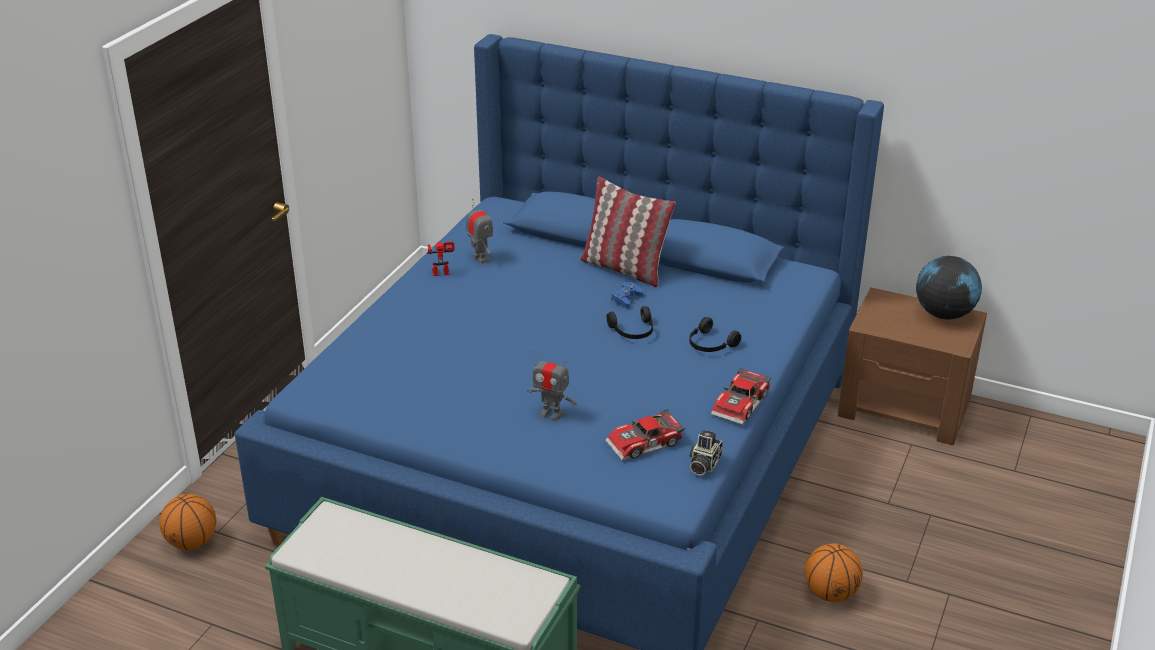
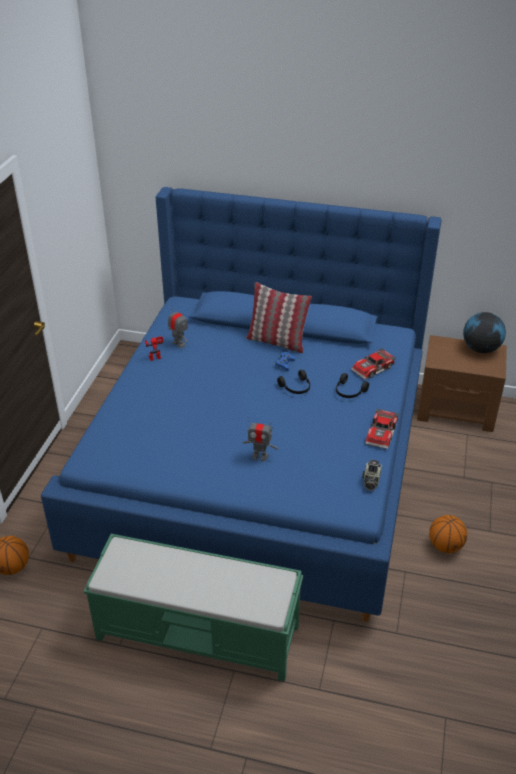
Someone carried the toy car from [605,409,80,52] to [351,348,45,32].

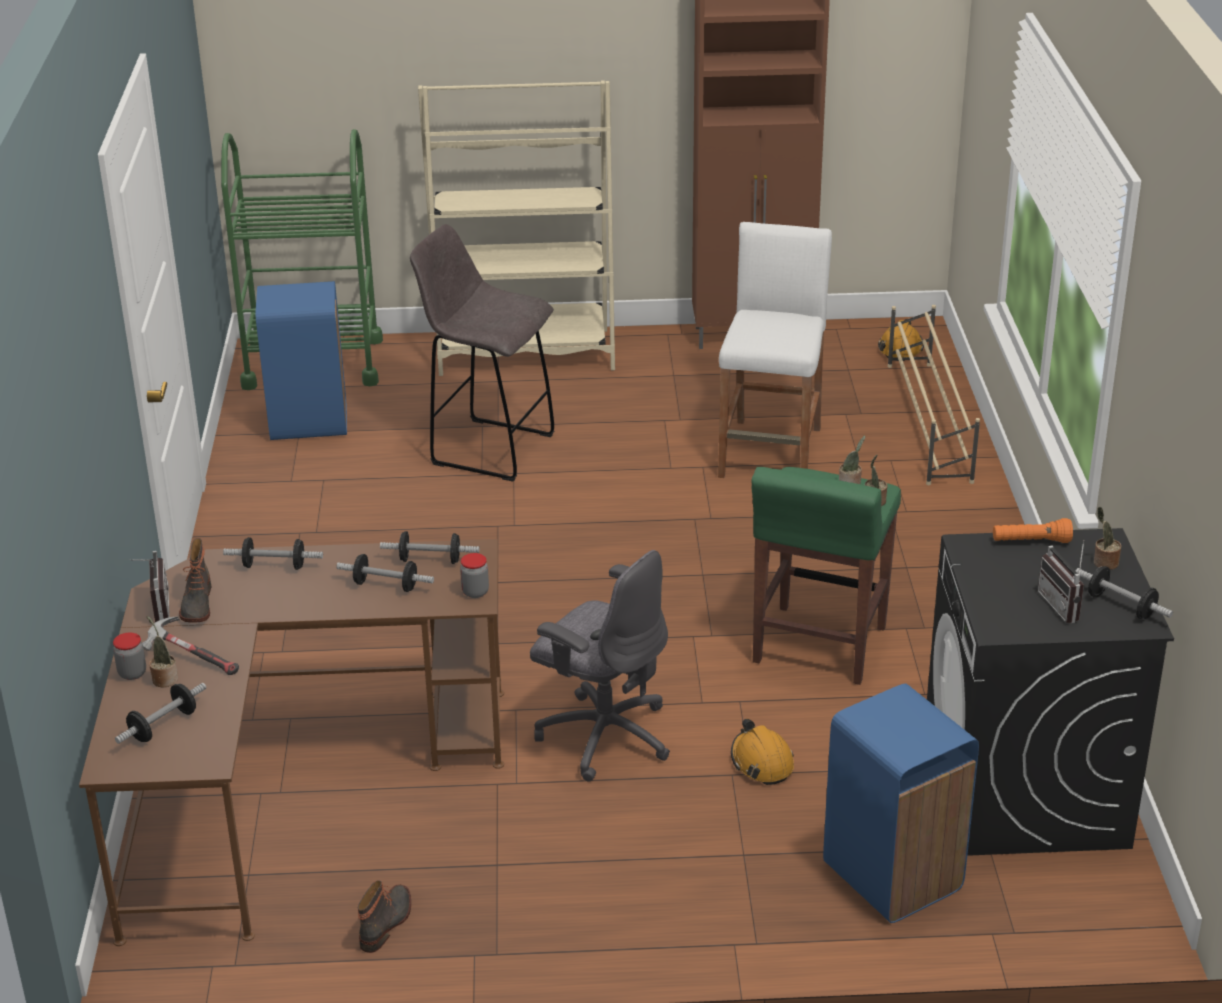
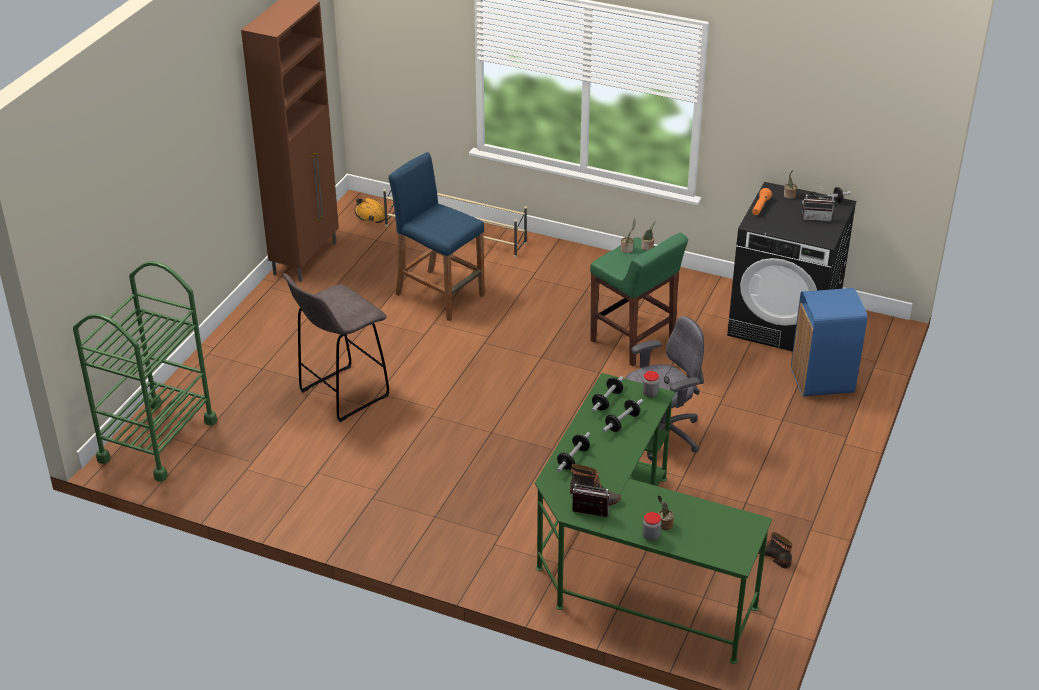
Someone repainted the desk in brown at [79,539,425,407], which became the desk in green at [535,373,237,291]. Someone took away the dumbbell at [115,683,91,61]. Someone took away the hammer at [142,616,97,59]. Someone took away the trash can in blue at [256,281,91,159]. Someone took away the bookcase in beige at [418,80,197,296]. Someone repainted the stool in white at [718,222,114,256], which became the stool in blue at [388,152,97,169]. Someone took away the hard hat in orange at [731,719,63,66].

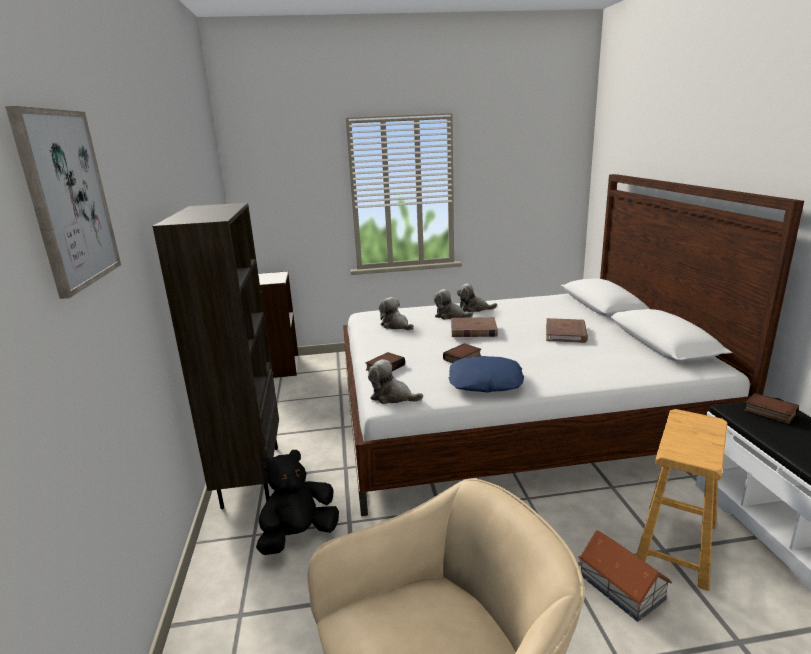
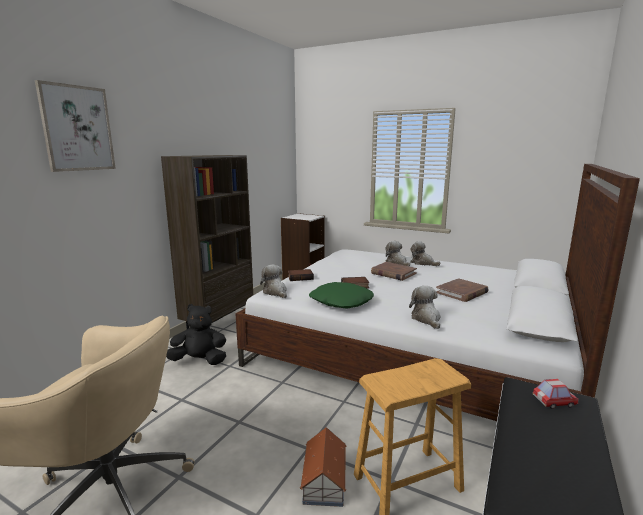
Someone carried the plush toy from [379,297,35,33] to [409,286,32,43]. Someone repainted the pillow in blue at [449,356,75,37], which became the pillow in green at [309,282,65,27]. Someone swapped the book at [744,393,55,32] for the toy car at [532,379,47,30].

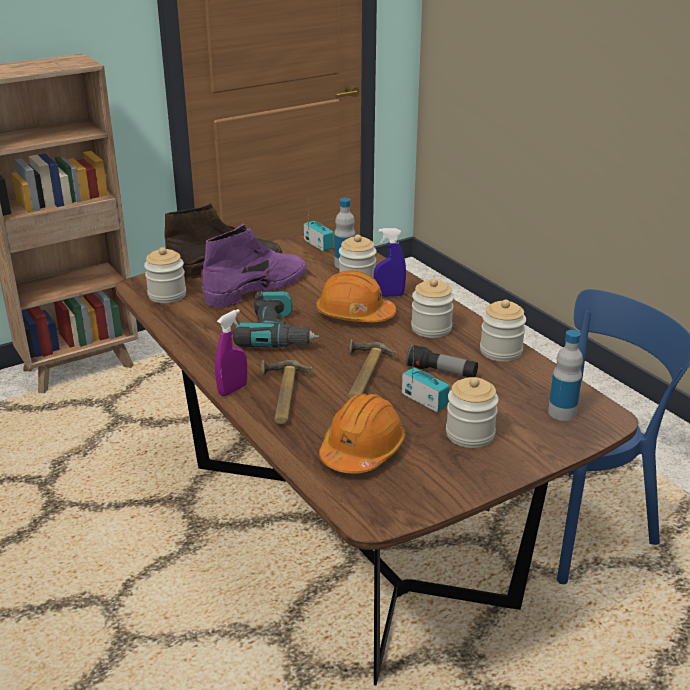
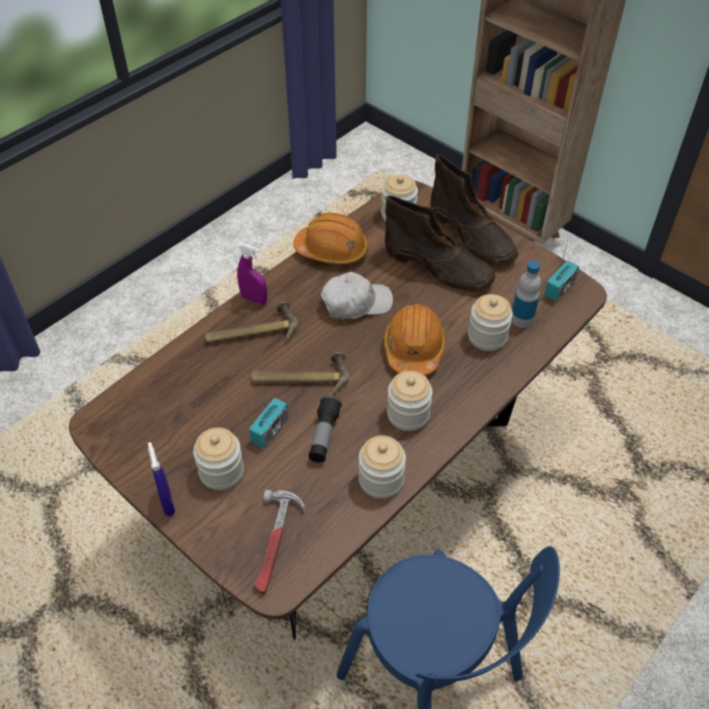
Someone repainted the boot in purple at [202,223,105,85], which became the boot in brown at [385,196,110,96]. Someone swapped the power drill at [233,291,86,57] for the cap in white at [320,272,73,47]. Someone carried the hard hat in orange from [319,393,87,81] to [293,213,75,52]. Someone carried the spray bottle in blue from [374,228,32,69] to [148,442,27,74]. Someone swapped the bottle at [548,330,35,91] for the hammer at [254,490,51,105].

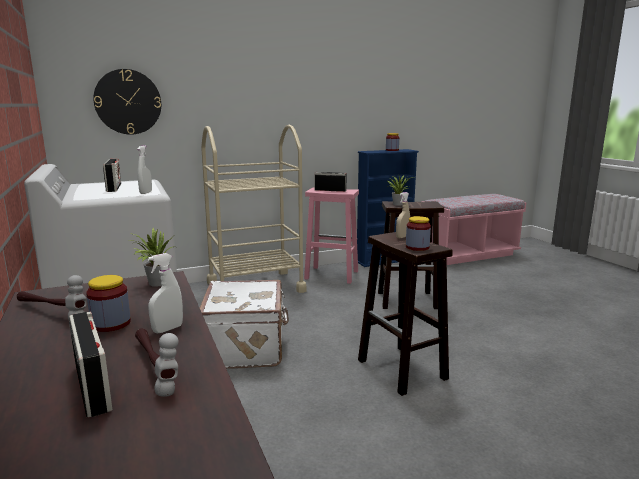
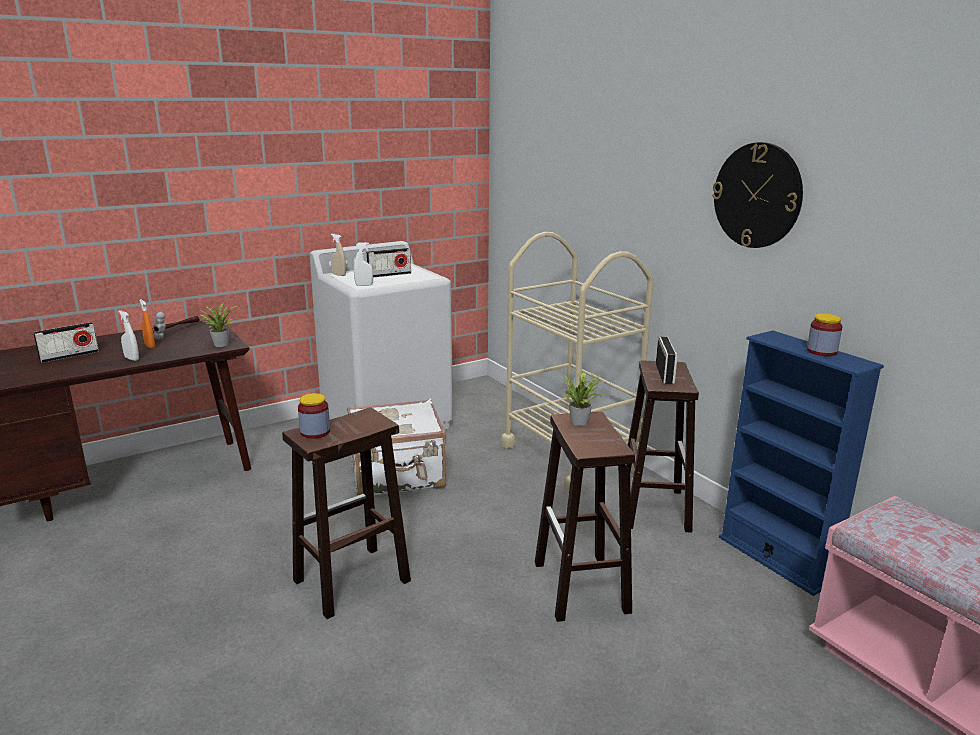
Someone swapped the jar at [86,275,45,57] for the spray bottle in orange at [139,299,16,49]. Someone carried the wall clock from [93,69,68,66] to [712,142,91,106]. Someone took away the hammer at [135,328,44,69]. Someone repainted the stool in pink at [304,188,55,96], which became the stool in brown at [628,361,71,172]. Someone carried the spray bottle in beige from [396,192,14,46] to [331,234,15,42].

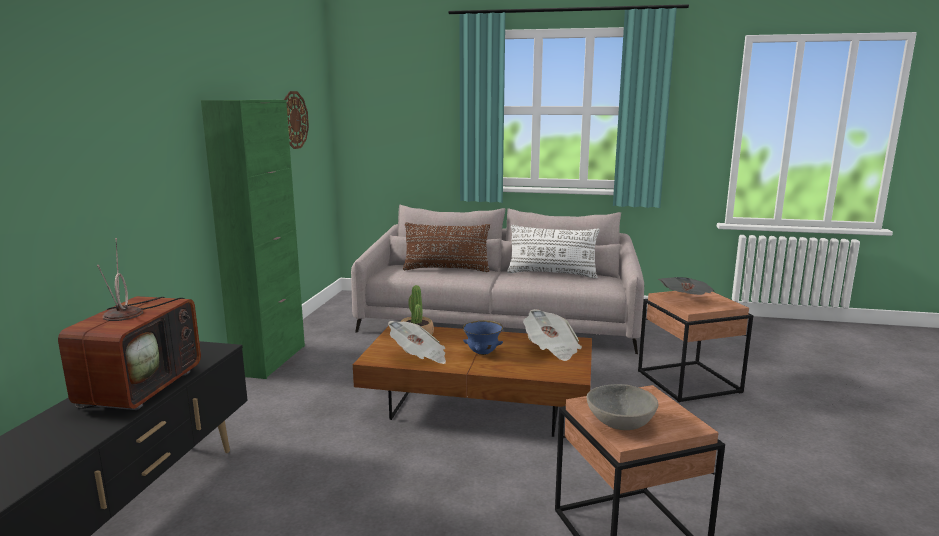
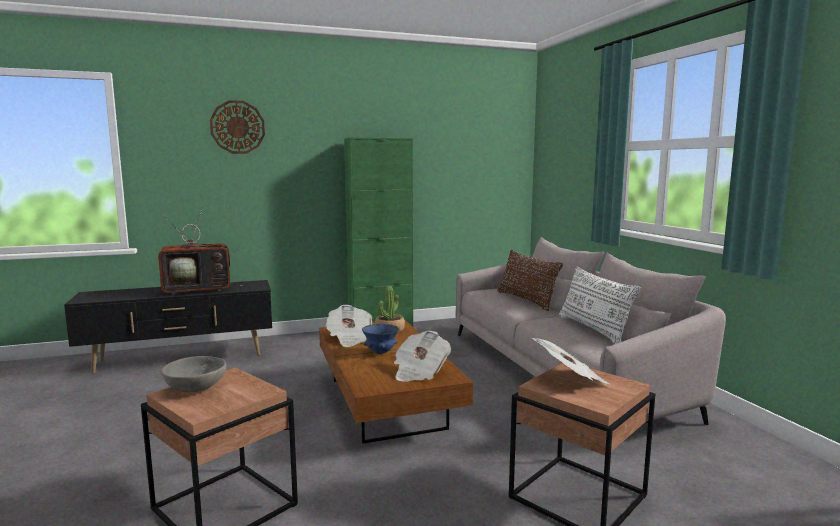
Someone carried the wall clock from [284,91,25,58] to [210,100,55,54].

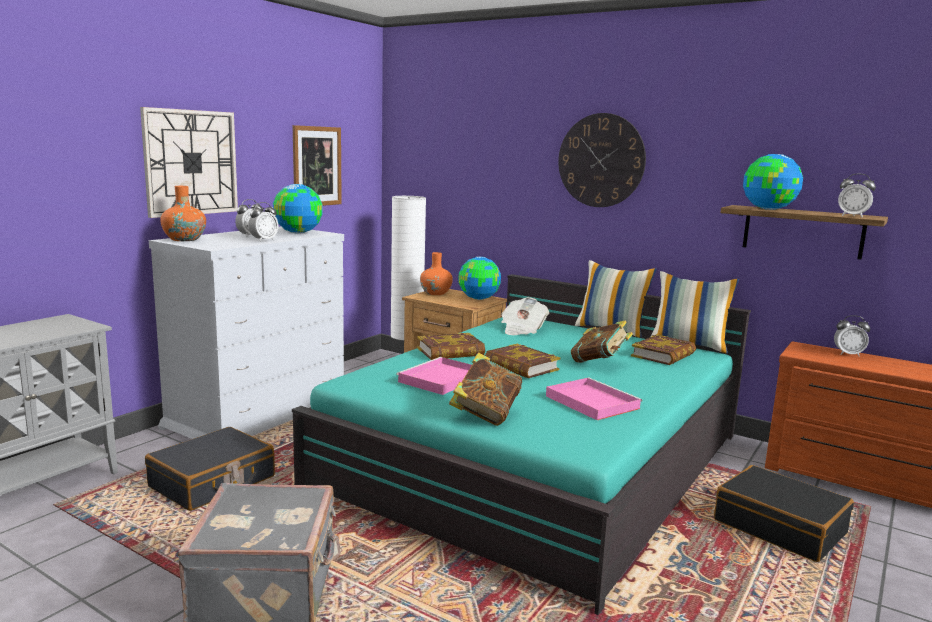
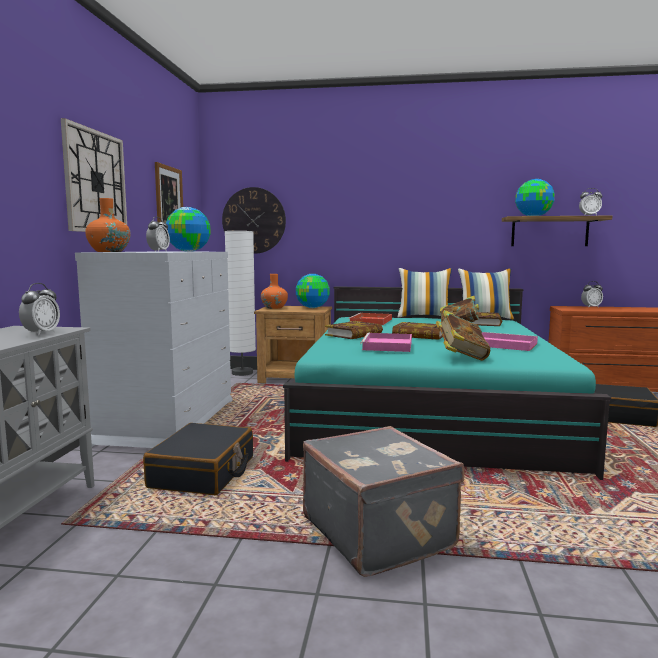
Someone carried the alarm clock from [248,202,30,39] to [19,283,41,52]. Someone swapped the newspaper at [501,297,48,38] for the tray in red at [348,313,44,12]. Someone carried the wall clock from [558,113,88,94] to [222,187,64,67].

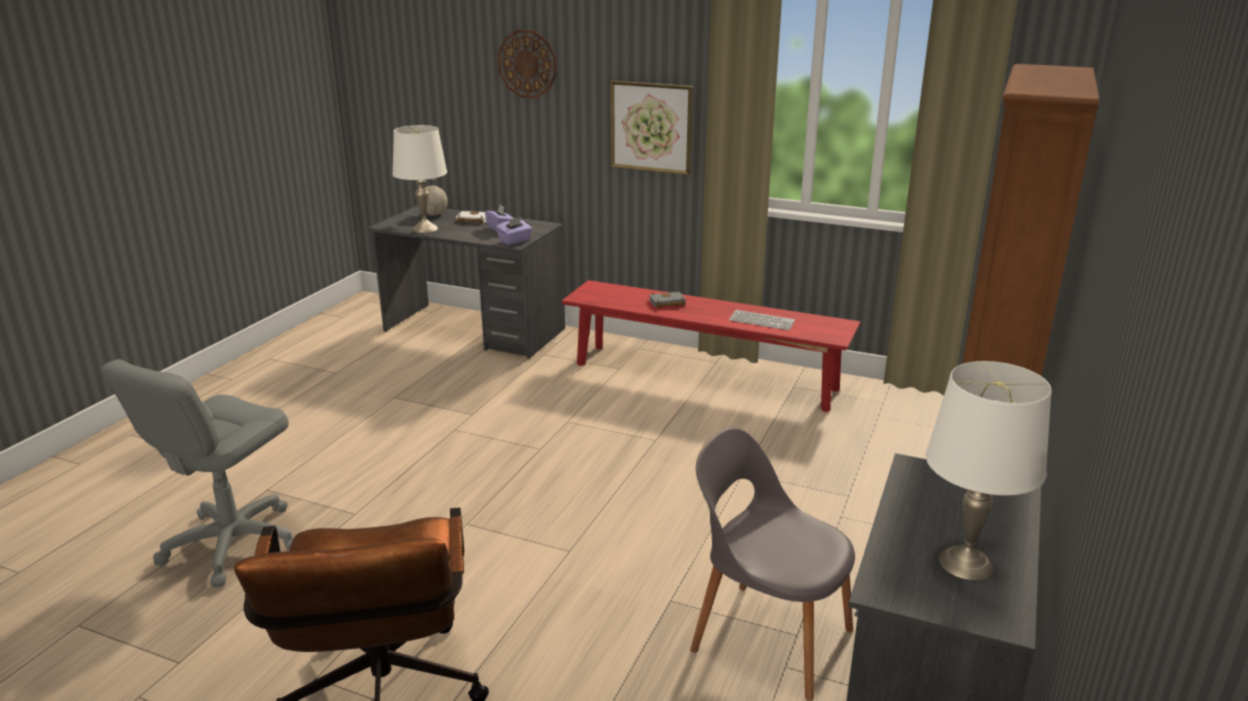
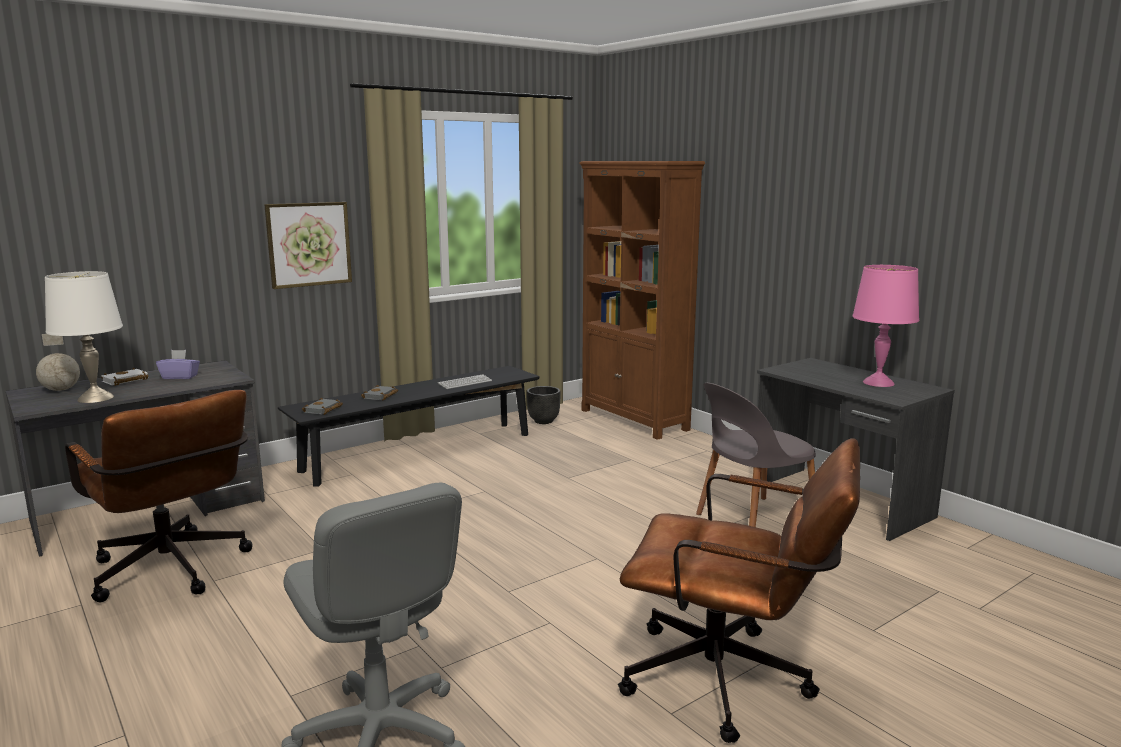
Someone took away the tissue box in purple at [496,217,36,28]. Someone took away the wall clock at [497,29,60,70]. Someone repainted the bench in red at [562,280,298,132], which became the bench in black at [278,366,262,121]. Someone repainted the table lamp in white at [926,361,126,219], which became the table lamp in pink at [852,265,67,122]. Someone put down the office chair in brown at [65,390,188,212]. Someone put down the book in grey at [302,398,41,17]. Someone put down the planter in black at [527,386,33,38].

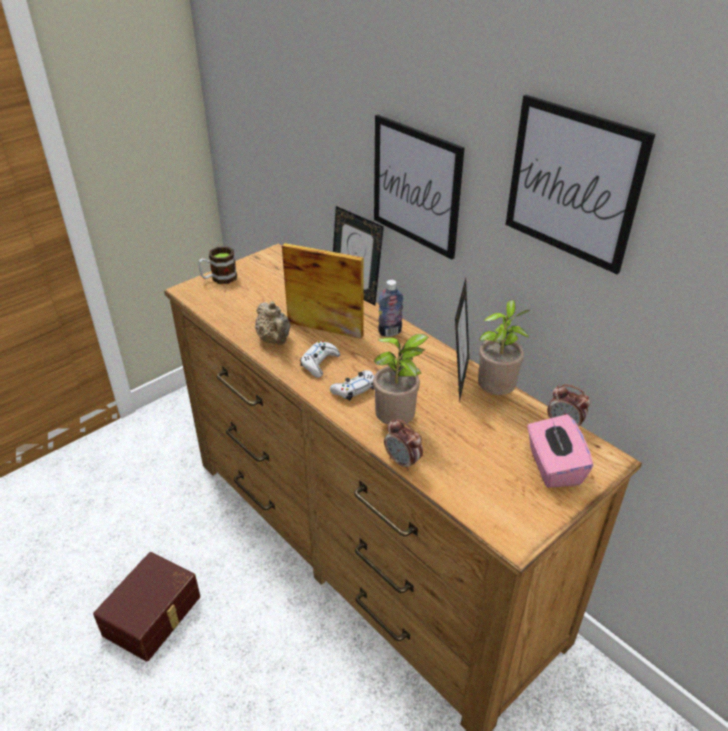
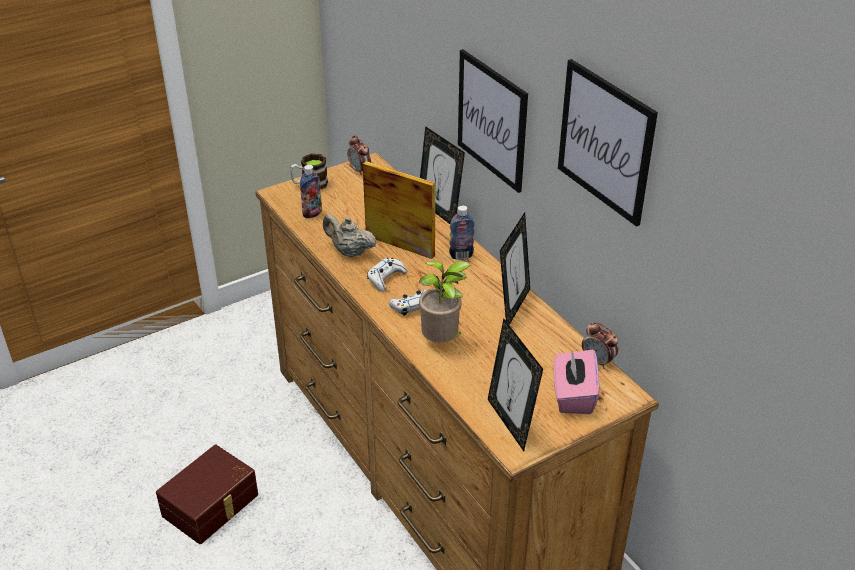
Someone rotated the teapot in beige at [255,301,36,44] by 135 degrees clockwise. Someone carried the alarm clock from [384,419,39,52] to [347,135,24,40]. Someone took away the potted plant at [478,300,51,95]. Someone put down the bottle at [300,165,22,53]. Someone put down the picture frame at [488,318,55,133].

